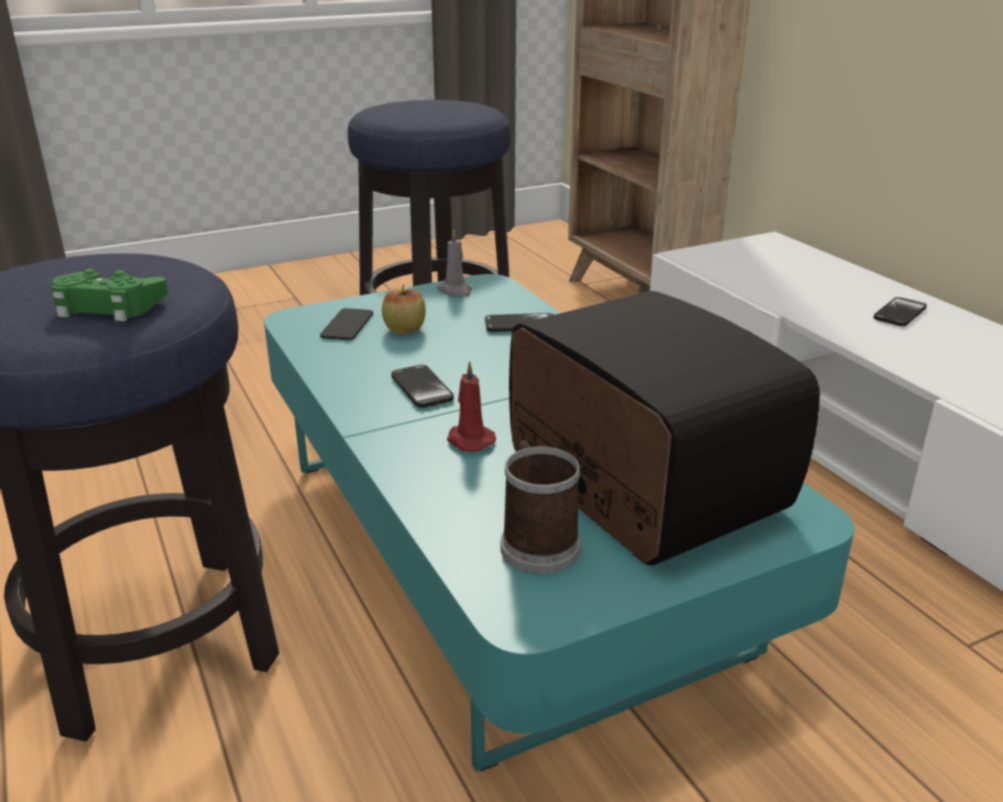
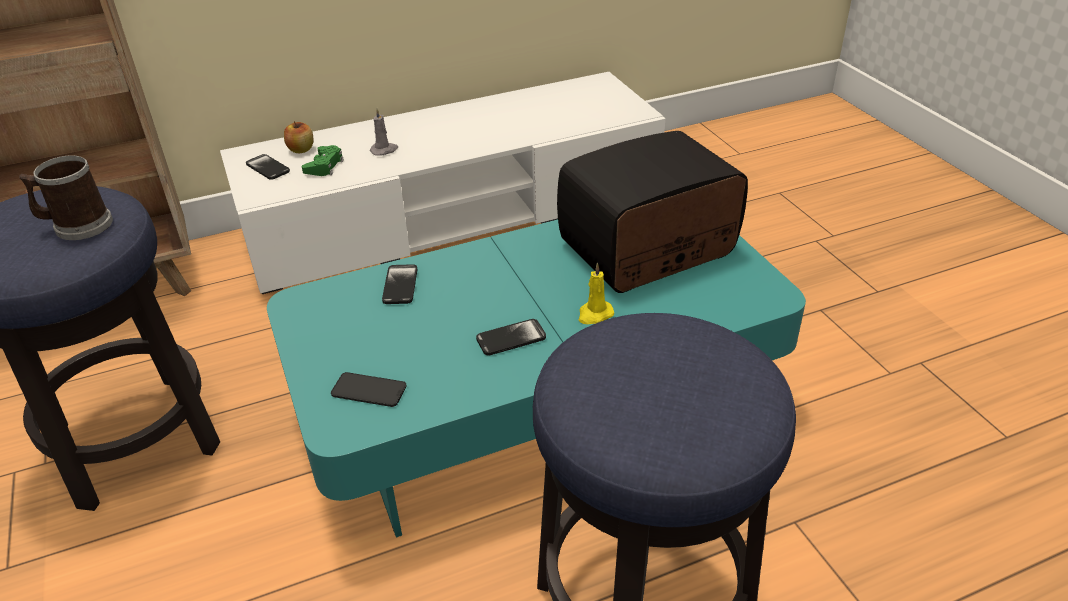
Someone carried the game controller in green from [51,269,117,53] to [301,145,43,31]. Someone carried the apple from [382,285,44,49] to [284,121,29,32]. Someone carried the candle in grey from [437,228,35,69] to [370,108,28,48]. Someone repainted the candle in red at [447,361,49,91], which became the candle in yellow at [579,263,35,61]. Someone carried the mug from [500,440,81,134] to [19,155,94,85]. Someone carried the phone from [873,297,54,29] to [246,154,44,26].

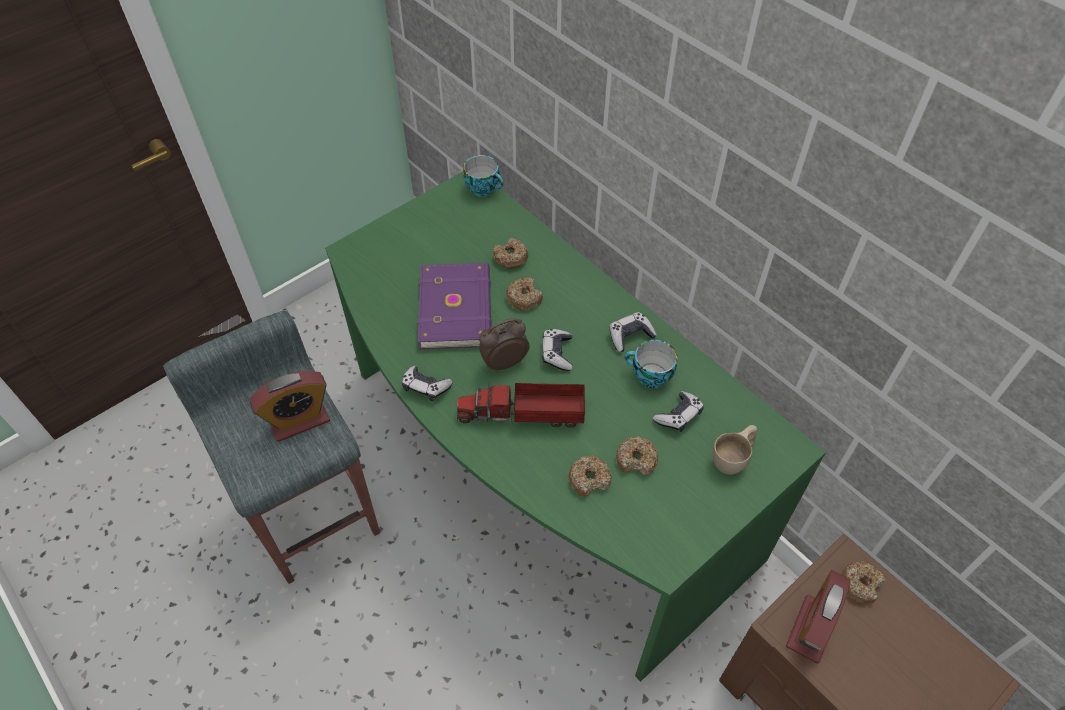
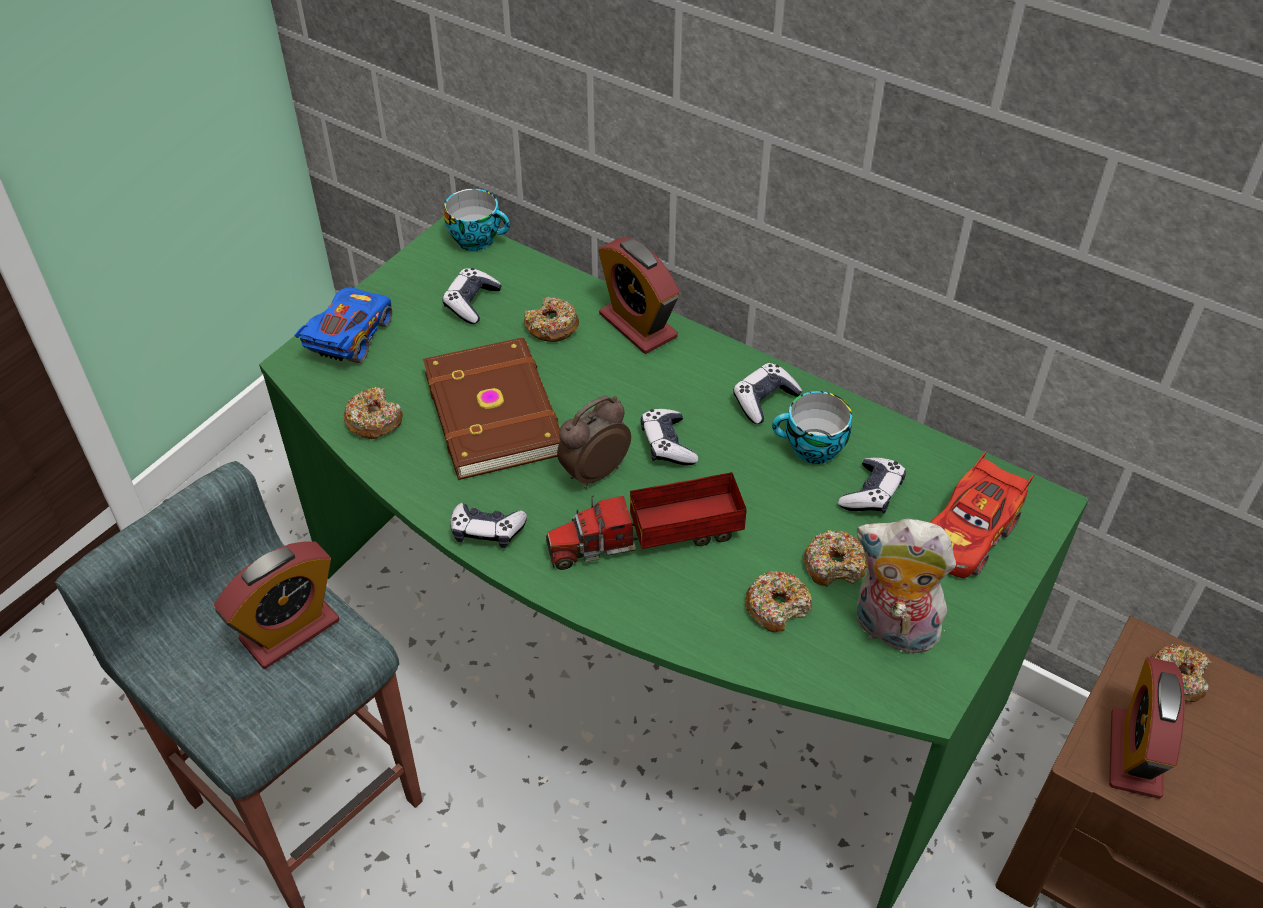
Someone repainted the book in purple at [418,263,74,87], which became the book in brown at [423,338,137,142]. Someone carried the donut from [506,277,37,34] to [344,387,59,52]. Someone swapped the cup in beige at [713,425,44,50] for the toy car in red at [930,451,104,127]. Someone put down the toy car in blue at [294,288,98,75]. Someone put down the game controller at [443,268,59,56]. Someone put down the alarm clock at [598,238,82,116]. Someone put down the plush toy at [856,518,100,139].

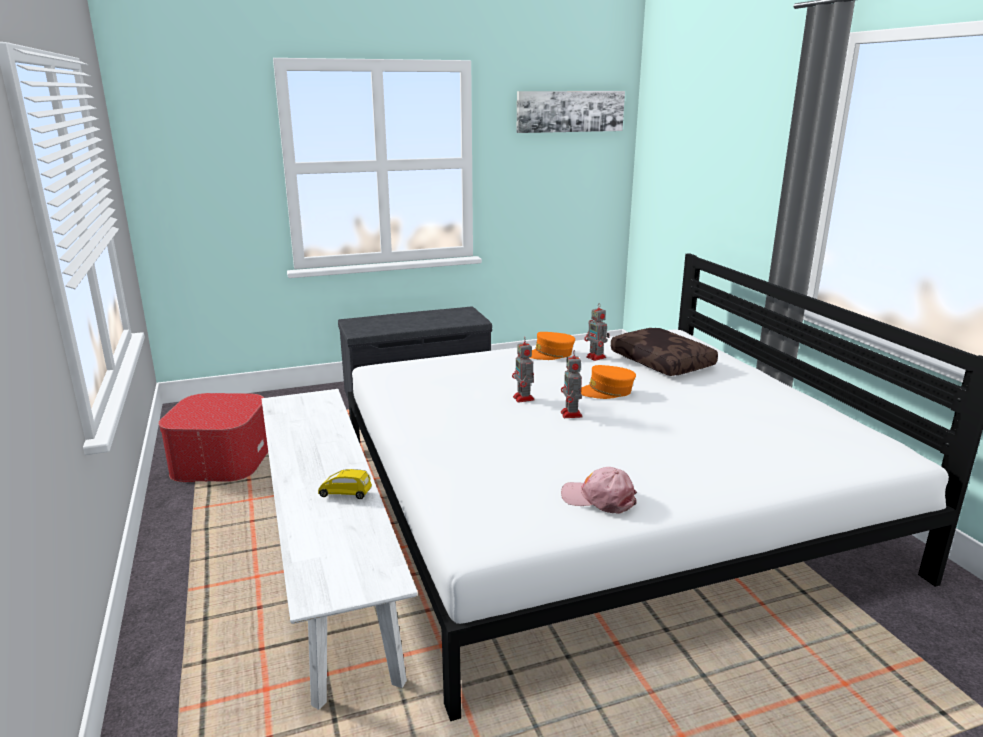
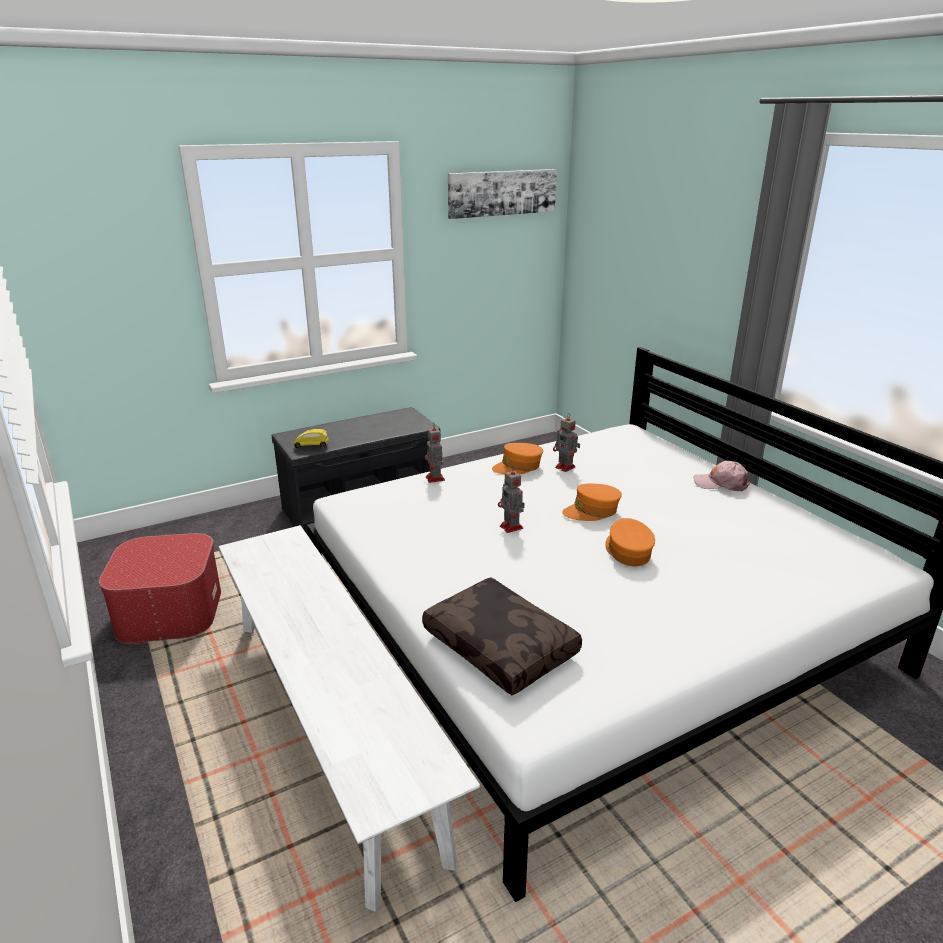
Someone carried the toy car in yellow from [318,469,54,30] to [294,429,35,19]. Someone carried the toy robot from [561,350,21,68] to [425,424,20,59]. Someone carried the cap in pink from [561,467,76,47] to [693,461,57,30]. Someone carried the pillow in brown from [611,328,107,48] to [422,577,160,118]. Someone put down the cap in orange at [605,518,50,48].

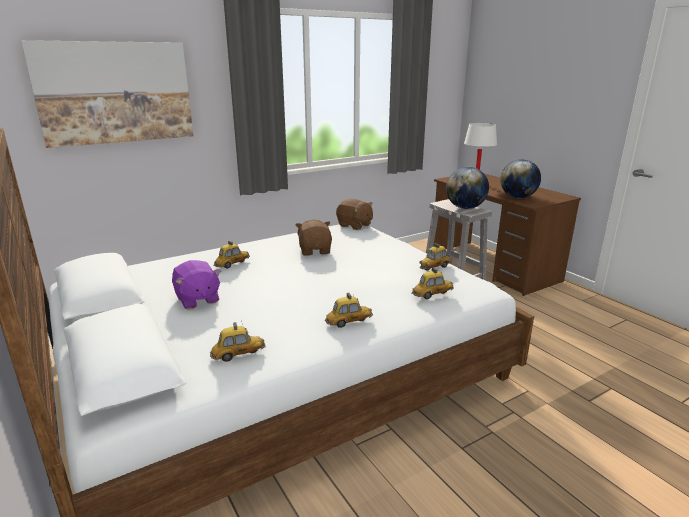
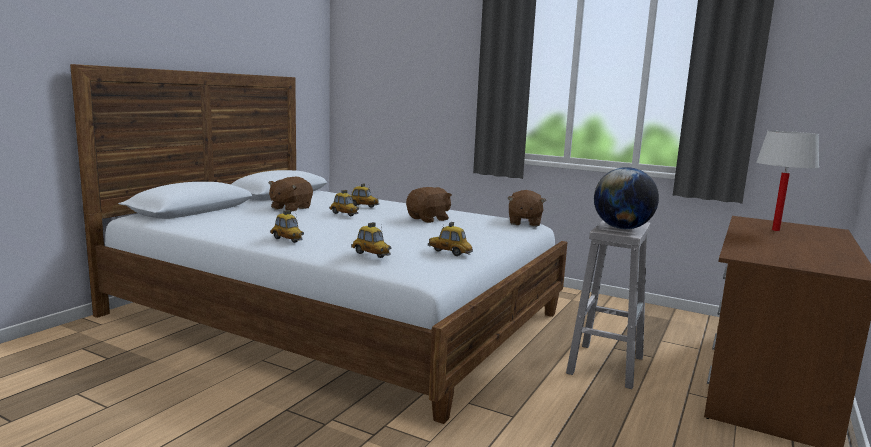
Someone took away the picture at [21,40,173,108]. Someone repainted the plush toy in purple at [172,260,49,49], which became the plush toy in brown at [268,177,45,35]. Someone carried the toy car from [210,321,55,41] to [329,190,30,26]. Someone took away the globe at [500,159,41,39].

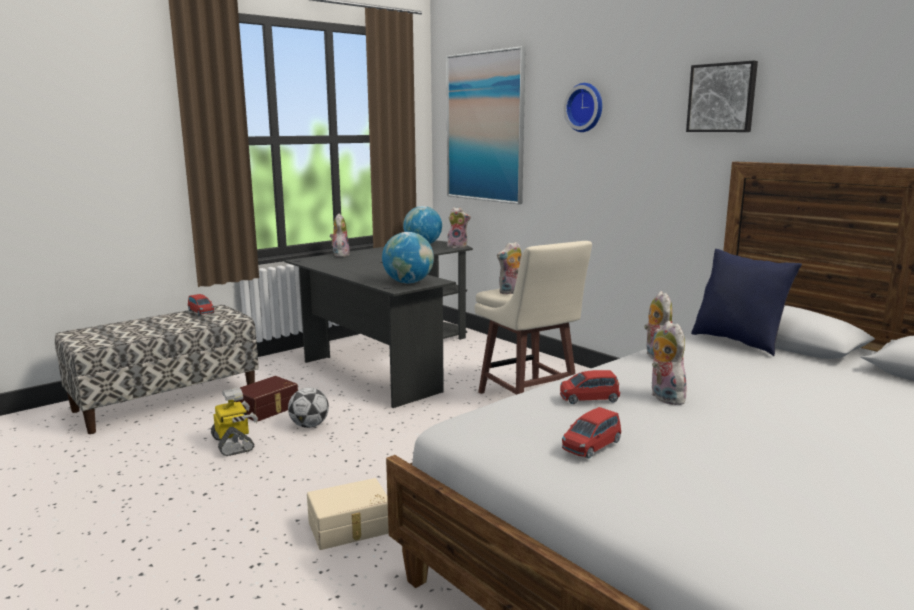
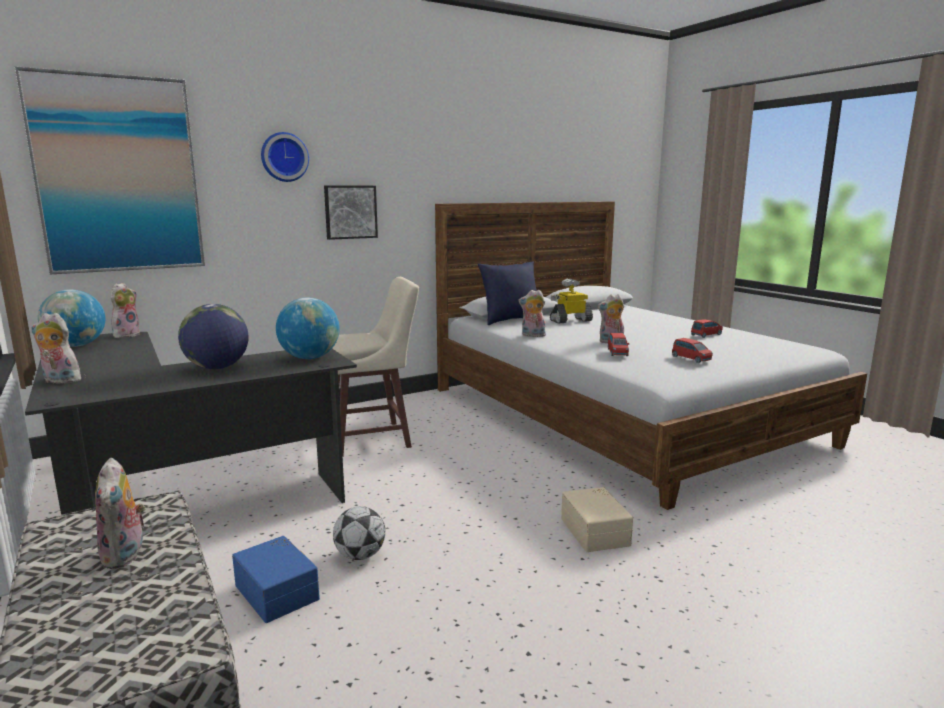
Someone carried the toy car in red from [188,294,26,22] to [691,319,32,19]. Someone carried the toy robot from [211,388,47,68] to [550,279,43,45]. Someone repainted the storage box in brown at [234,376,64,46], which became the storage box in blue at [232,536,88,87]. Someone carried the plush toy from [497,242,25,52] to [95,458,51,111]. Someone carried the picture from [686,61,72,71] to [324,185,54,55]. Someone put down the globe at [178,304,71,65].

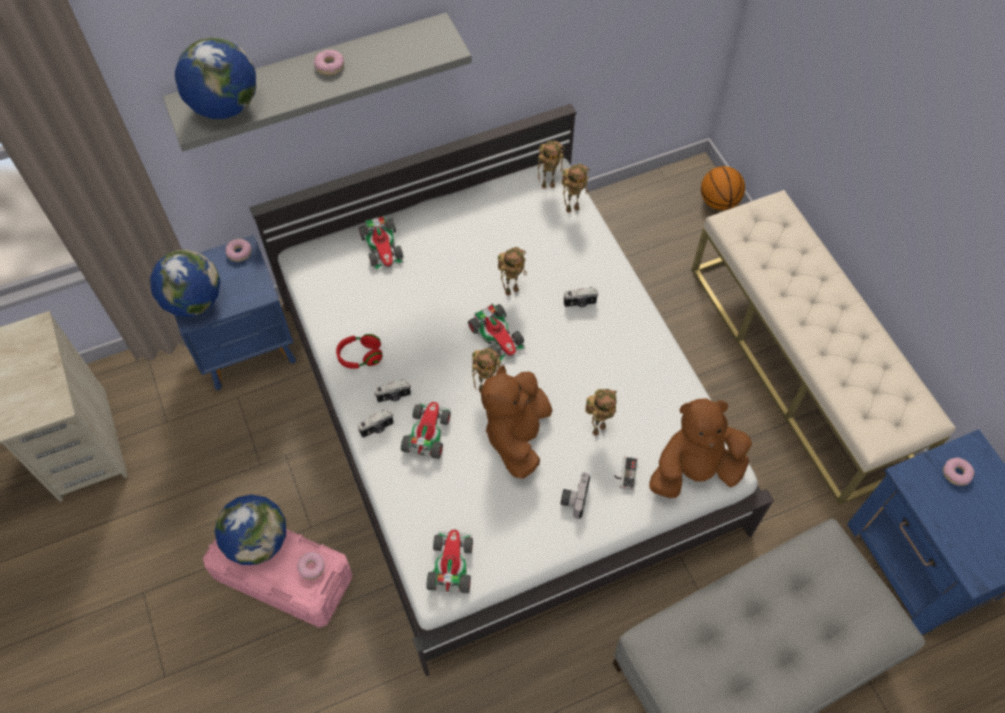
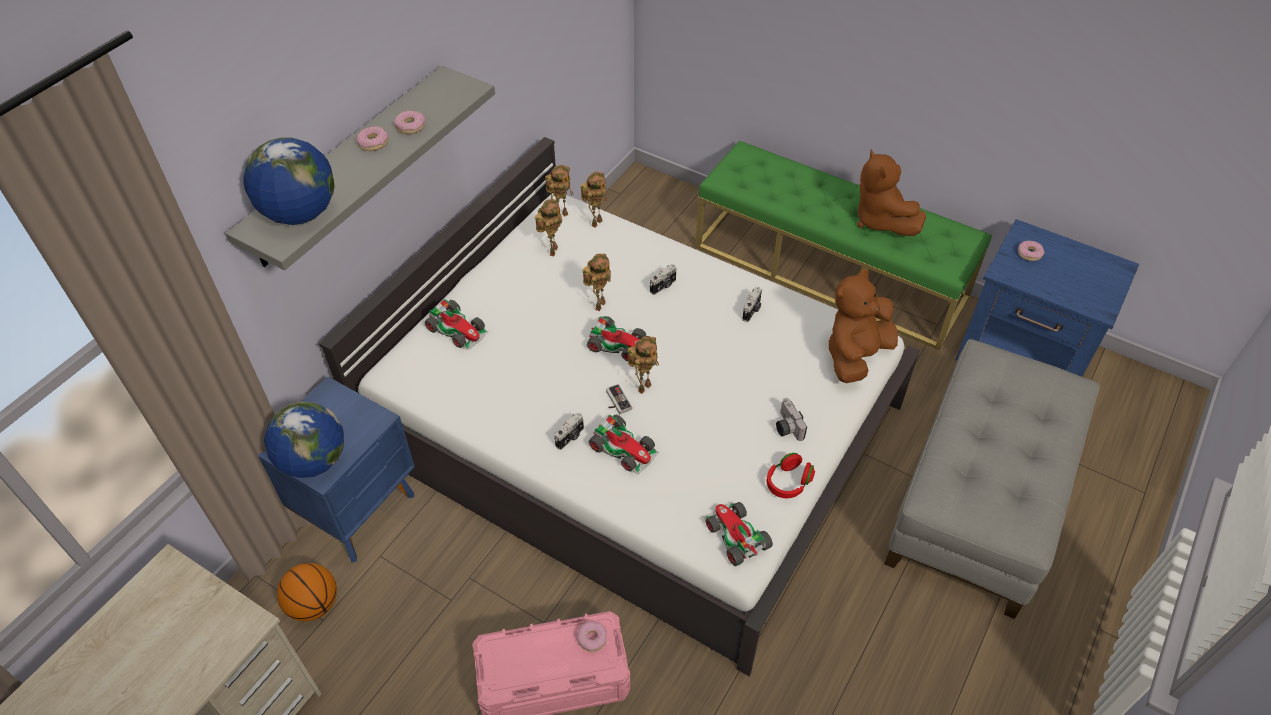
Someone took away the globe at [214,495,72,70]. Someone carried the donut from [226,239,25,23] to [394,111,31,23]. Someone carried the headphones in red from [336,334,47,35] to [767,453,48,45]. Someone carried the photo camera from [358,409,36,29] to [742,287,20,35]. Someone rotated the toy car at [401,402,50,57] by 150 degrees clockwise. Someone carried the plush toy in brown from [481,365,71,114] to [857,149,69,87]. Someone carried the toy robot from [585,389,32,47] to [535,199,27,57]. Someone carried the game controller from [614,457,24,33] to [606,384,26,30]. Someone repainted the bench in beige at [691,190,265,315], which became the bench in green at [695,140,297,210]. Someone carried the basketball from [701,166,44,44] to [277,563,60,58].

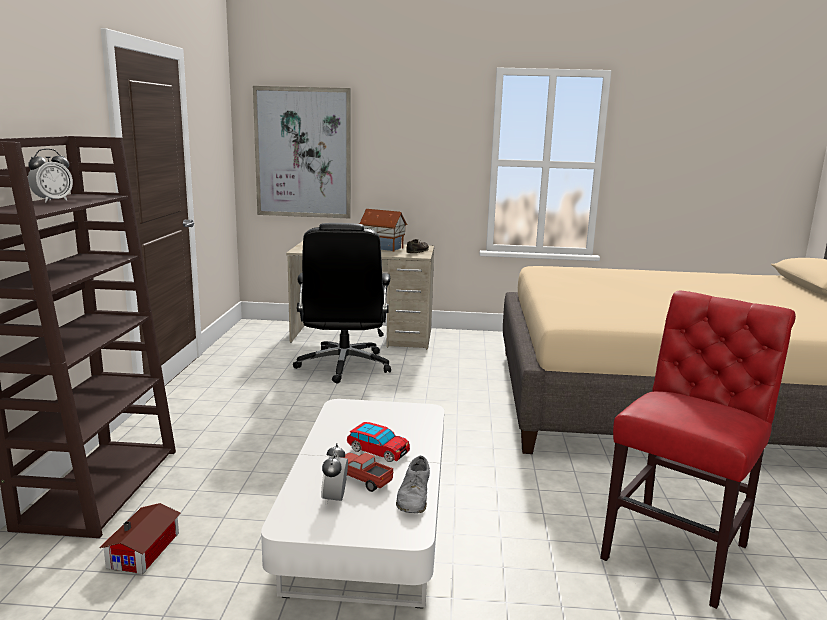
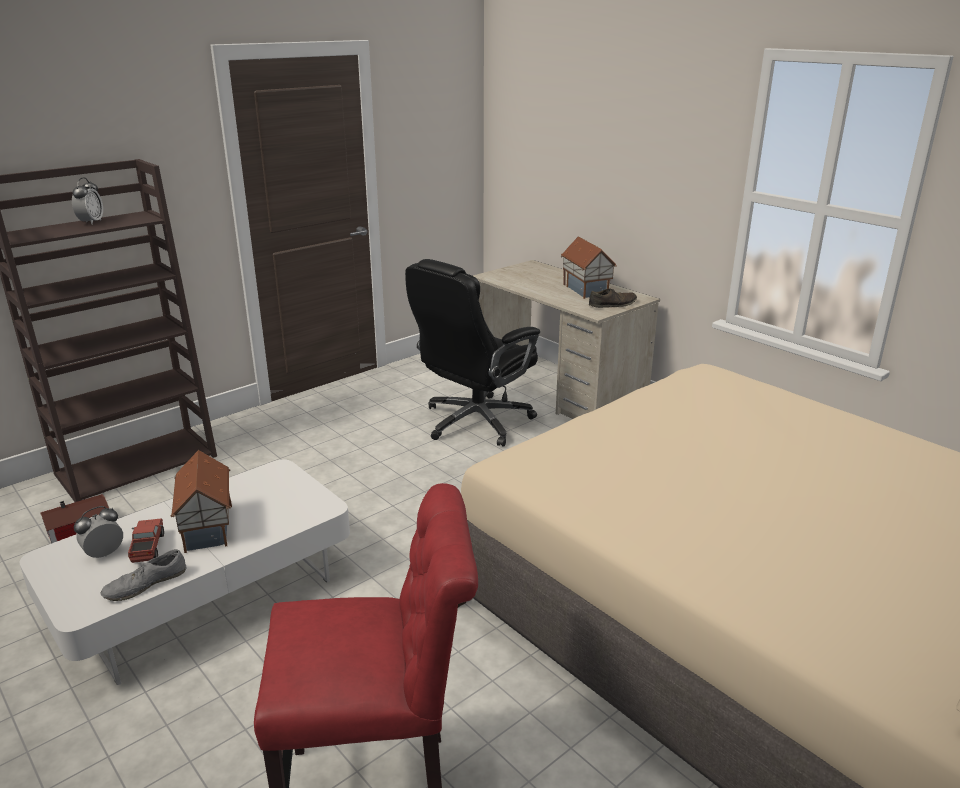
Someone rotated the alarm clock at [28,149,45,53] by 75 degrees counterclockwise. Someone took away the picture at [253,86,98,133]. Someone swapped the toy car at [347,422,63,40] for the toy house at [170,450,62,103].

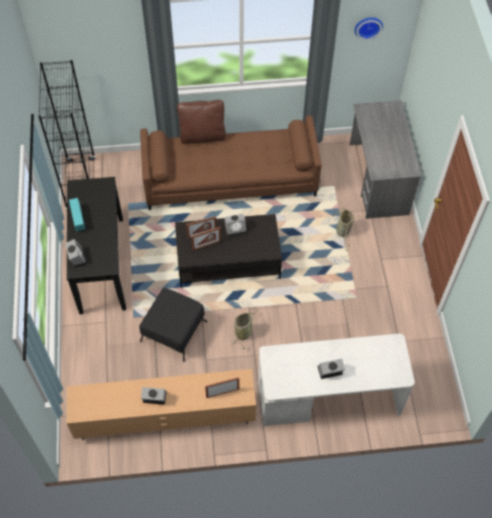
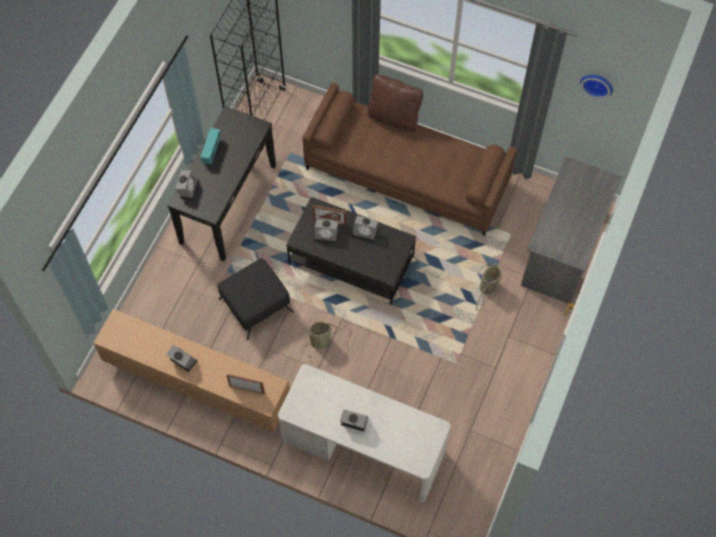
Someone swapped the picture frame at [191,227,30,24] for the alarm clock at [315,219,23,25].

